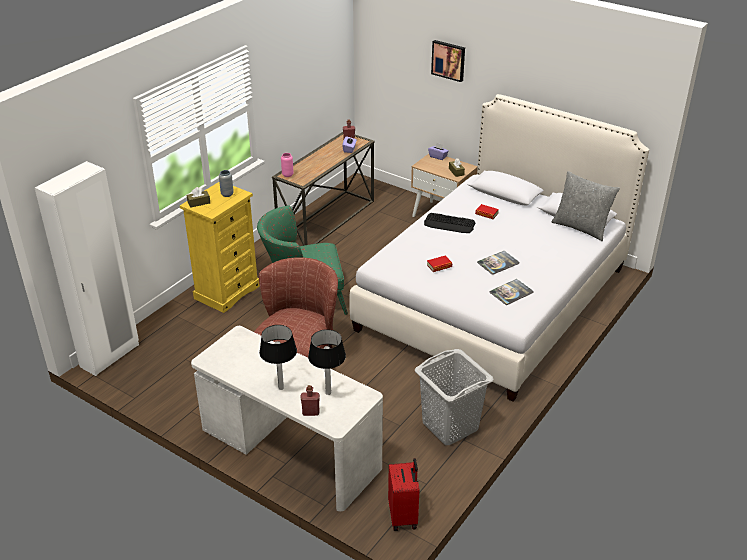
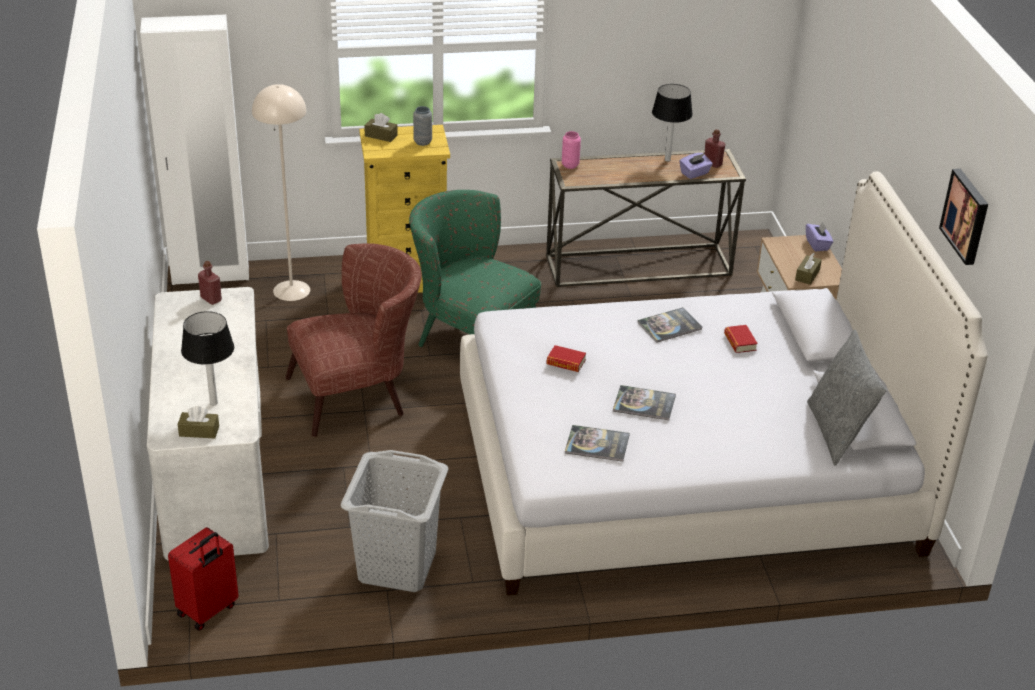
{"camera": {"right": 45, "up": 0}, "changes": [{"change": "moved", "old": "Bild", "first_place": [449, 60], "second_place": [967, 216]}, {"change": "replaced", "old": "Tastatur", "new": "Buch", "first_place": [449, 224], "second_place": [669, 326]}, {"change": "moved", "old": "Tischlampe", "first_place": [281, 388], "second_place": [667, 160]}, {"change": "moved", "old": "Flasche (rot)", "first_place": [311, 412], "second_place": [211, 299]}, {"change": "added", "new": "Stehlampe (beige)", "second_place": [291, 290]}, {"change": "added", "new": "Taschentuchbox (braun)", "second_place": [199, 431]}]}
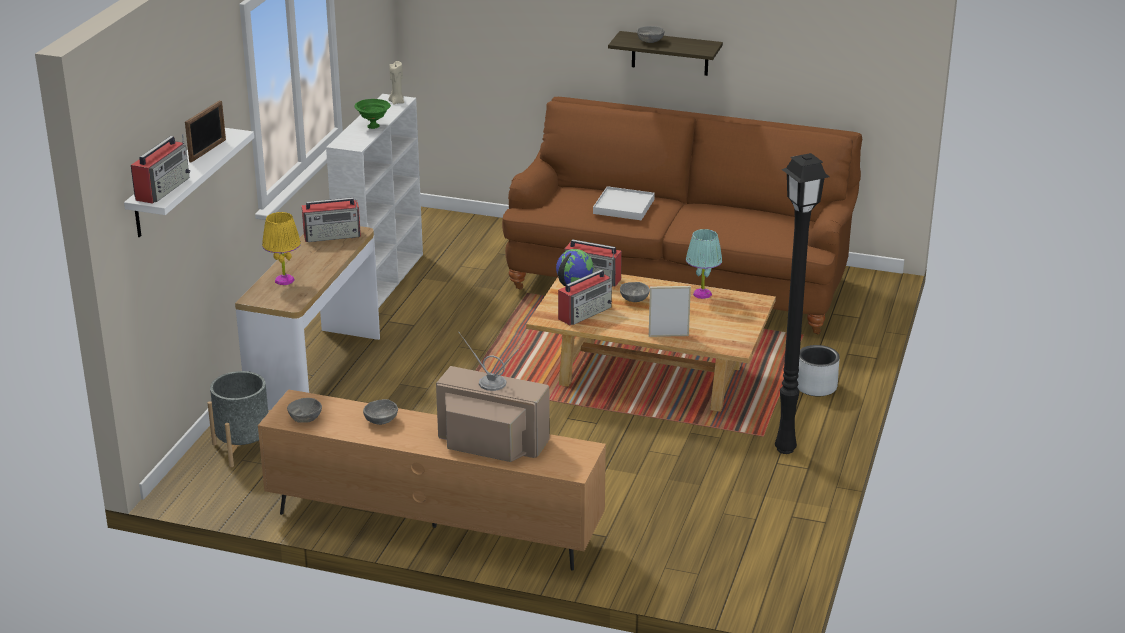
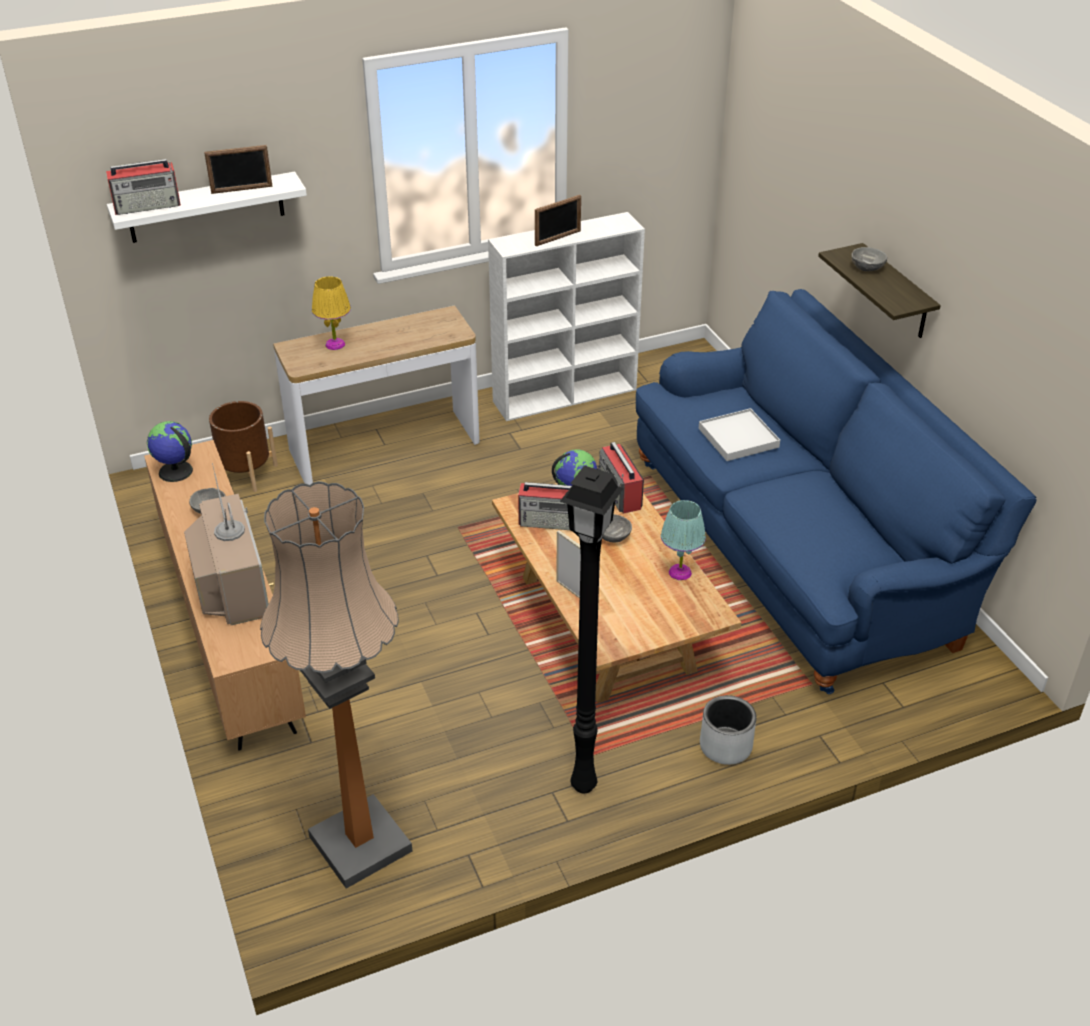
{"camera": {"right": 50, "up": 10}, "changes": [{"change": "removed", "old": "Kerze (beige)", "first_place": [397, 102]}, {"change": "recoloured", "old": "Sofa (braun)", "new": "Sofa (blau)", "first_place": [680, 281], "second_place": [797, 550]}, {"change": "replaced", "old": "Schüssel (grün)", "new": "Bilderrahmen", "first_place": [373, 126], "second_place": [558, 238]}, {"change": "removed", "old": "Radio", "first_place": [333, 236]}, {"change": "recoloured", "old": "Pflanzkübel (grau)", "new": "Pflanzkübel (braun)", "first_place": [244, 448], "second_place": [246, 473]}, {"change": "replaced", "old": "Schüssel (grau)", "new": "Globus", "first_place": [305, 418], "second_place": [175, 472]}, {"change": "added", "new": "Stehlampe", "second_place": [360, 844]}]}
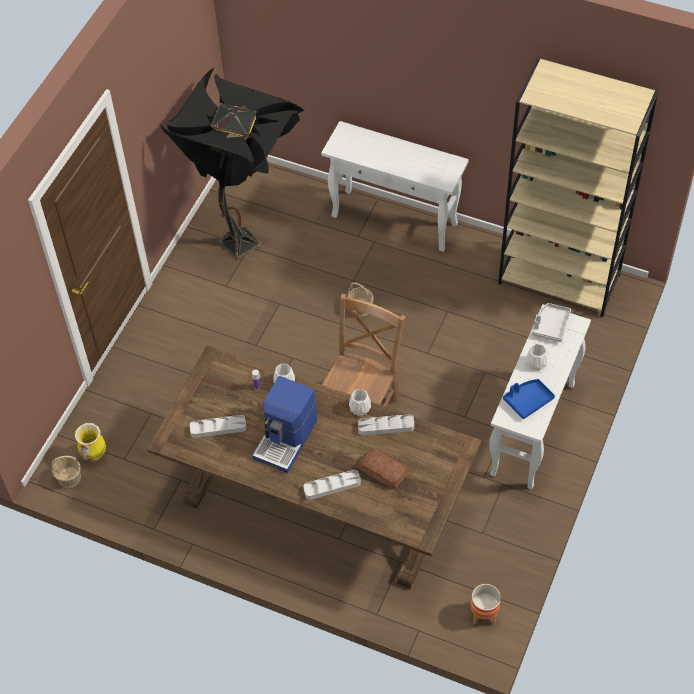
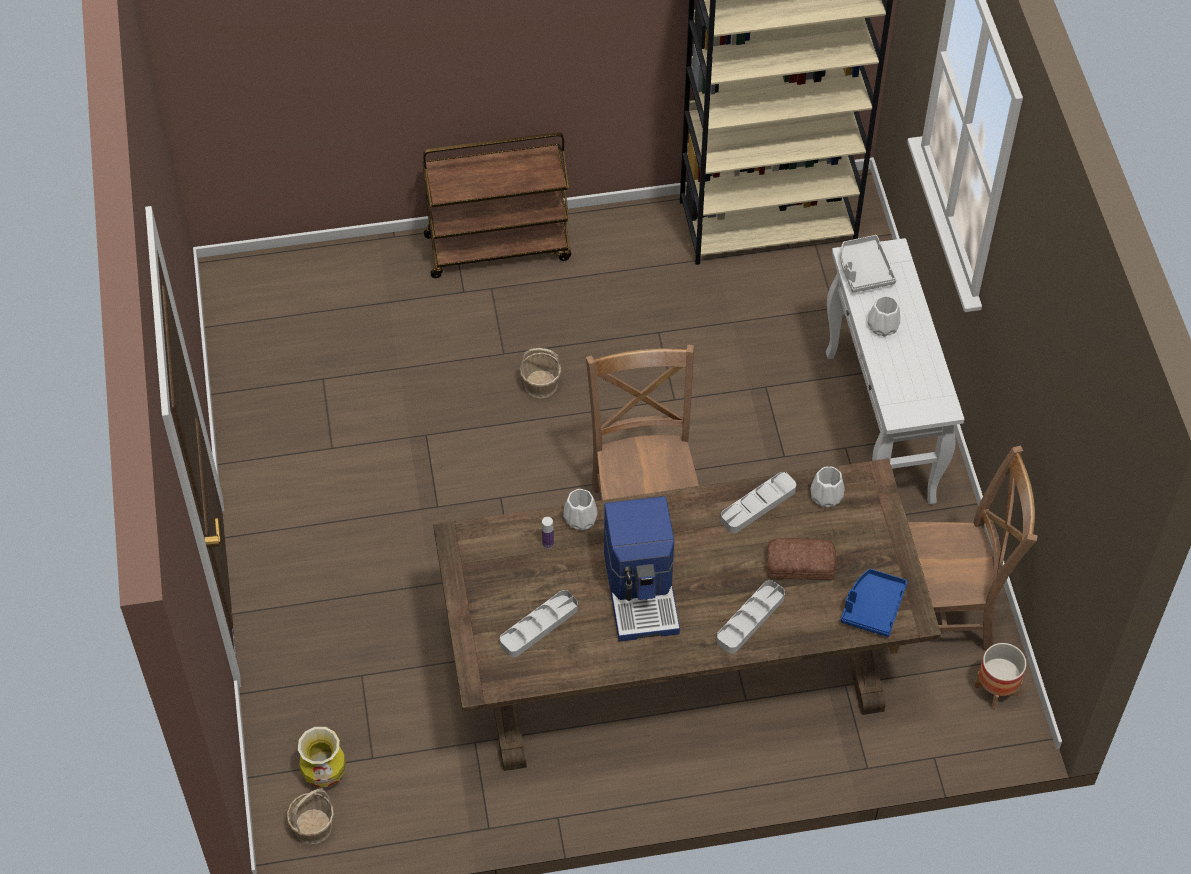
{"camera": {"right": -35, "up": 0}, "changes": [{"change": "removed", "old": "Stehlampe (schwarz)", "first_place": [248, 238]}, {"change": "replaced", "old": "Konsolentisch (weiß)", "new": "Rollwagen (braun)", "first_place": [395, 220], "second_place": [499, 246]}, {"change": "moved", "old": "Tablett (blau)", "first_place": [527, 401], "second_place": [872, 607]}, {"change": "moved", "old": "Vase (weiß)", "first_place": [360, 407], "second_place": [826, 495]}, {"change": "added", "new": "Stuhl (braun)", "second_place": [942, 611]}]}
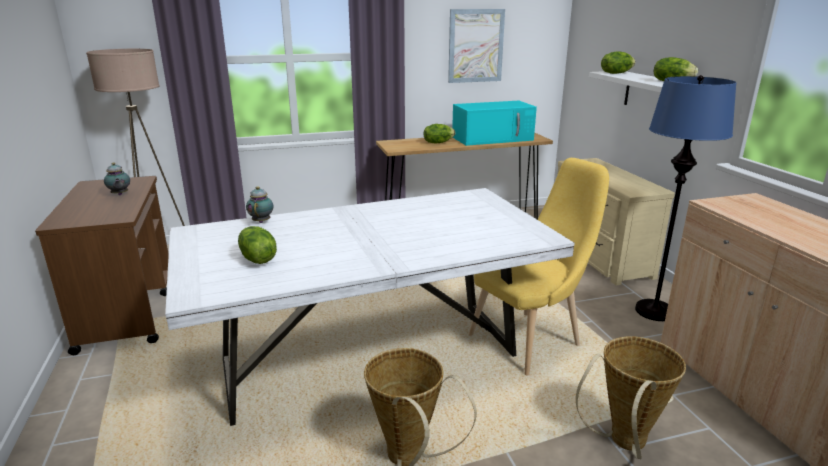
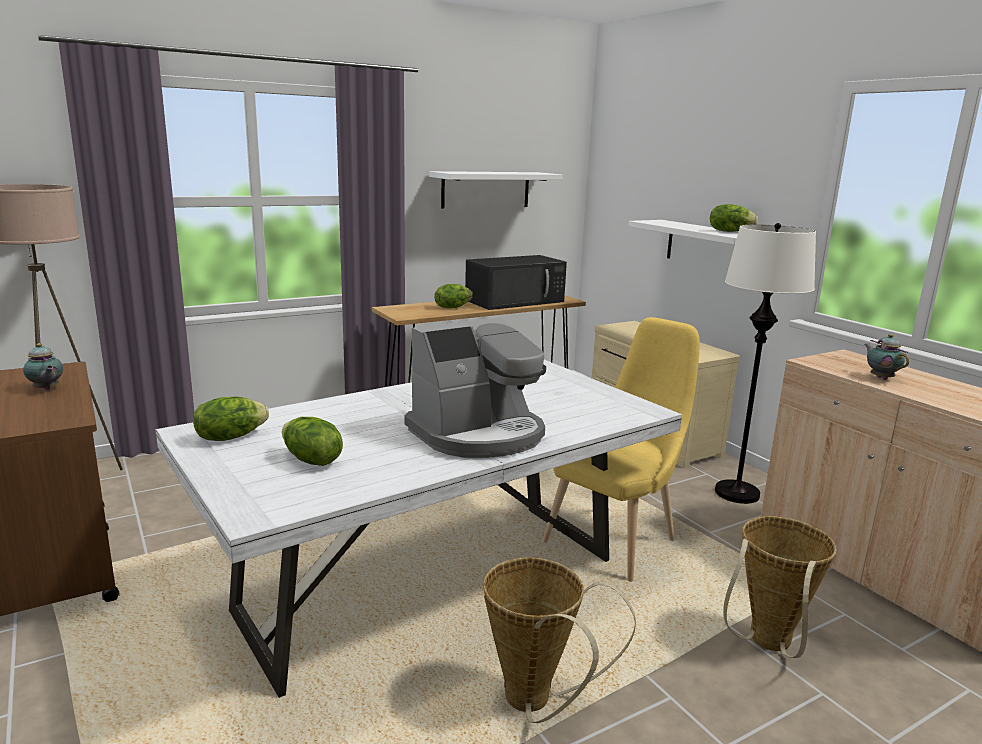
{"camera": {"right": -15, "up": -5}, "changes": [{"change": "replaced", "old": "Bild", "new": "Wandregal (weiß)", "first_place": [475, 46], "second_place": [485, 189]}, {"change": "moved", "old": "Salatkopf", "first_place": [616, 73], "second_place": [230, 437]}, {"change": "recoloured", "old": "Stehlampe (blau)", "new": "Stehlampe (weiß)", "first_place": [655, 311], "second_place": [737, 493]}, {"change": "recoloured", "old": "Mikrowelle (türkis)", "new": "Mikrowelle (schwarz)", "first_place": [493, 138], "second_place": [515, 301]}, {"change": "moved", "old": "Teekanne", "first_place": [262, 221], "second_place": [880, 378]}, {"change": "added", "new": "Kaffeemaschine", "second_place": [478, 434]}]}
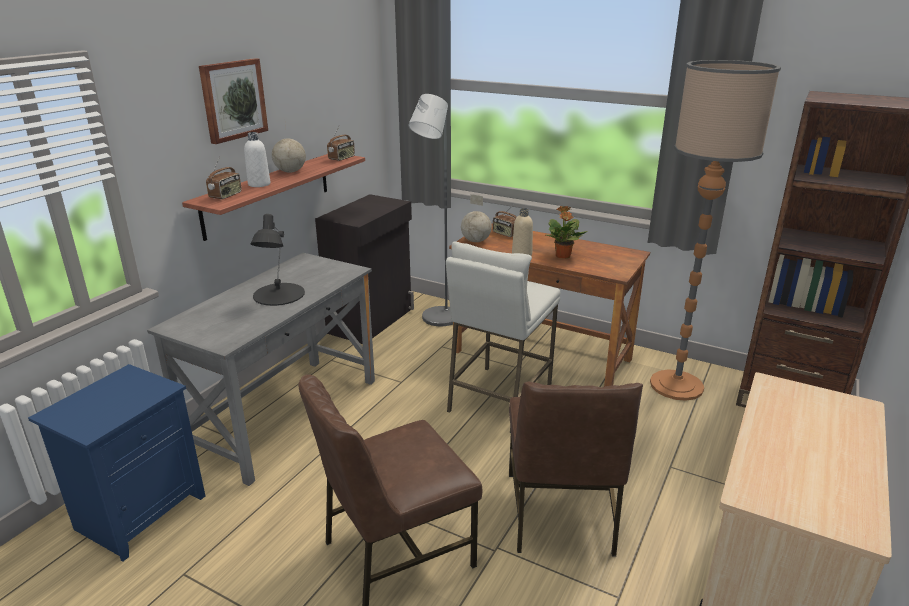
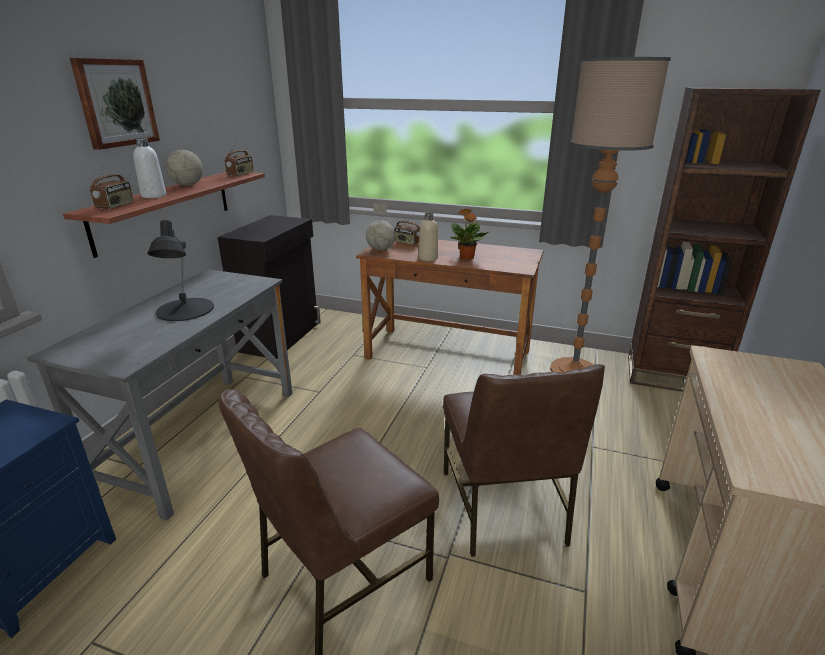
{"camera": {"right": -10, "up": 0}, "changes": [{"change": "removed", "old": "Stehlampe (grau)", "first_place": [437, 320]}, {"change": "removed", "old": "Hocker (weiß)", "first_place": [499, 399]}]}
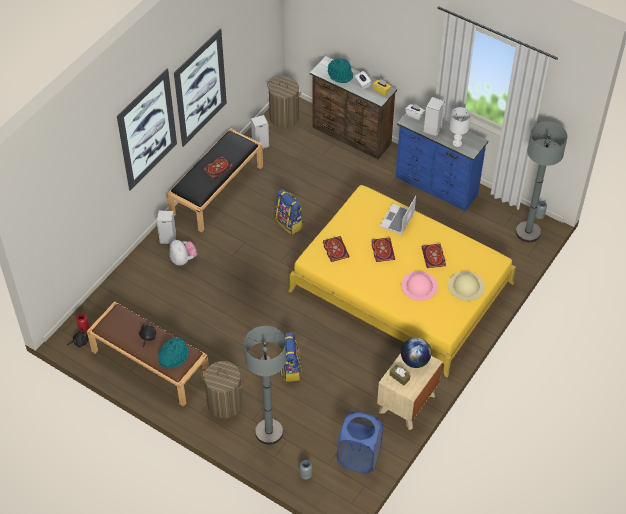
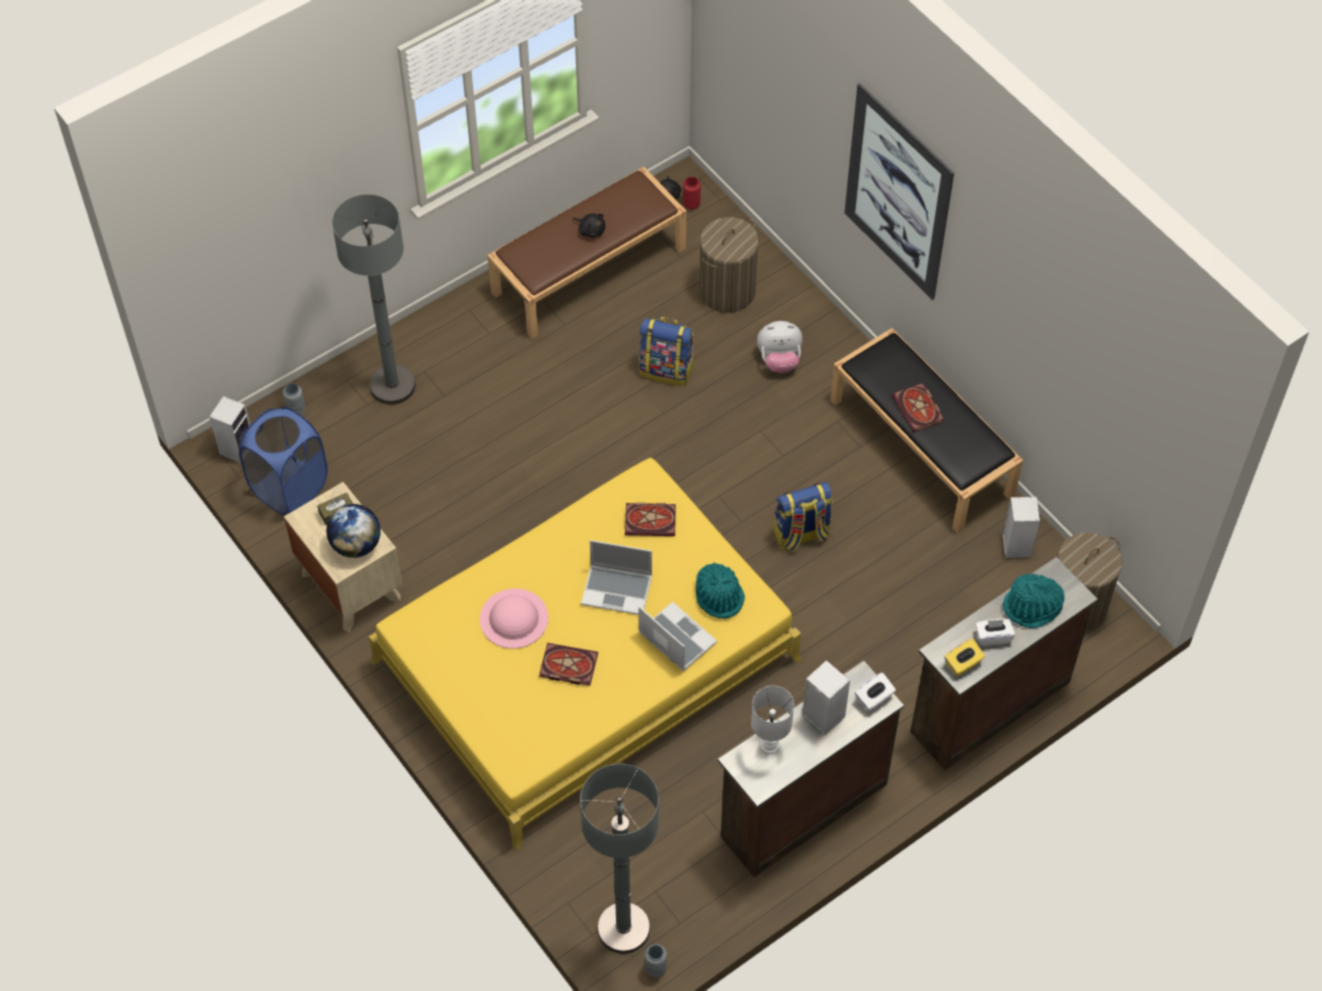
{"camera": {"right": 110, "up": 5}, "changes": [{"change": "removed", "old": "Bild", "first_place": [200, 88]}, {"change": "recoloured", "old": "Kommode (blau)", "new": "Kommode (braun)", "first_place": [436, 187], "second_place": [801, 809]}, {"change": "moved", "old": "Lautsprecher", "first_place": [167, 239], "second_place": [237, 447]}, {"change": "replaced", "old": "Buch", "new": "Laptop", "first_place": [382, 250], "second_place": [618, 590]}, {"change": "removed", "old": "Hut (beige)", "first_place": [466, 286]}, {"change": "moved", "old": "Rucksack", "first_place": [290, 368], "second_place": [667, 369]}, {"change": "moved", "old": "Hut (türkis)", "first_place": [173, 356], "second_place": [719, 596]}, {"change": "moved", "old": "Wäschekorb", "first_place": [224, 403], "second_place": [727, 291]}]}
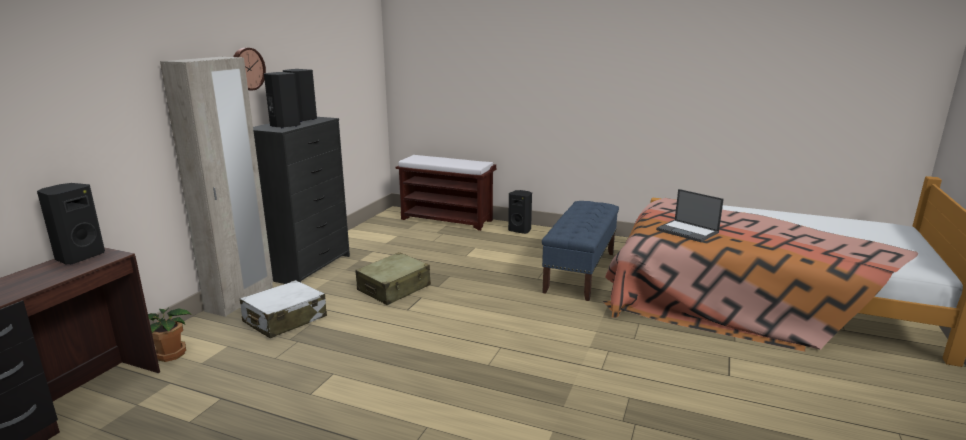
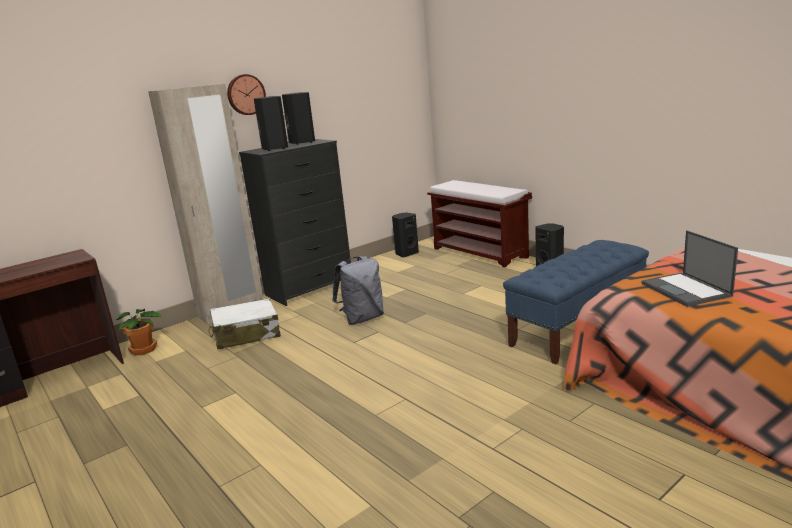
{"camera": {"right": 30, "up": 0}, "changes": [{"change": "moved", "old": "Lautsprecher (schwarz)", "first_place": [79, 257], "second_place": [406, 254]}, {"change": "replaced", "old": "Koffer (beige)", "new": "Rucksack (grau)", "first_place": [394, 288], "second_place": [362, 318]}]}
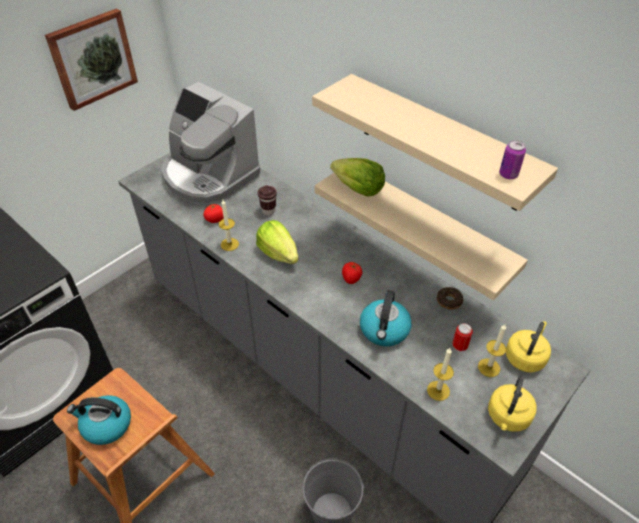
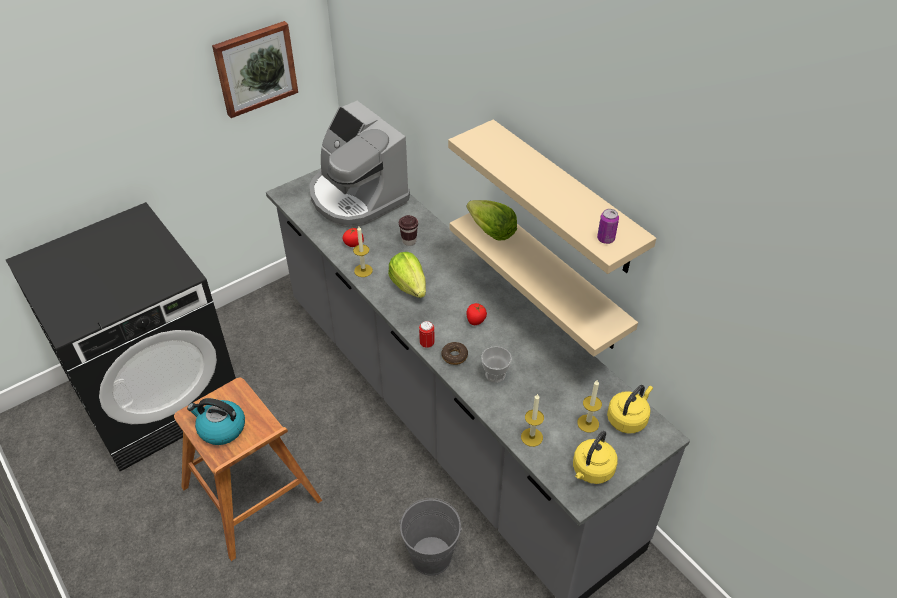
{"camera": {"right": 10, "up": 0}, "changes": [{"change": "moved", "old": "Donut", "first_place": [449, 301], "second_place": [454, 356]}, {"change": "replaced", "old": "Wasserkessel", "new": "Tasse", "first_place": [384, 330], "second_place": [495, 374]}, {"change": "moved", "old": "Dose", "first_place": [459, 346], "second_place": [427, 344]}]}
